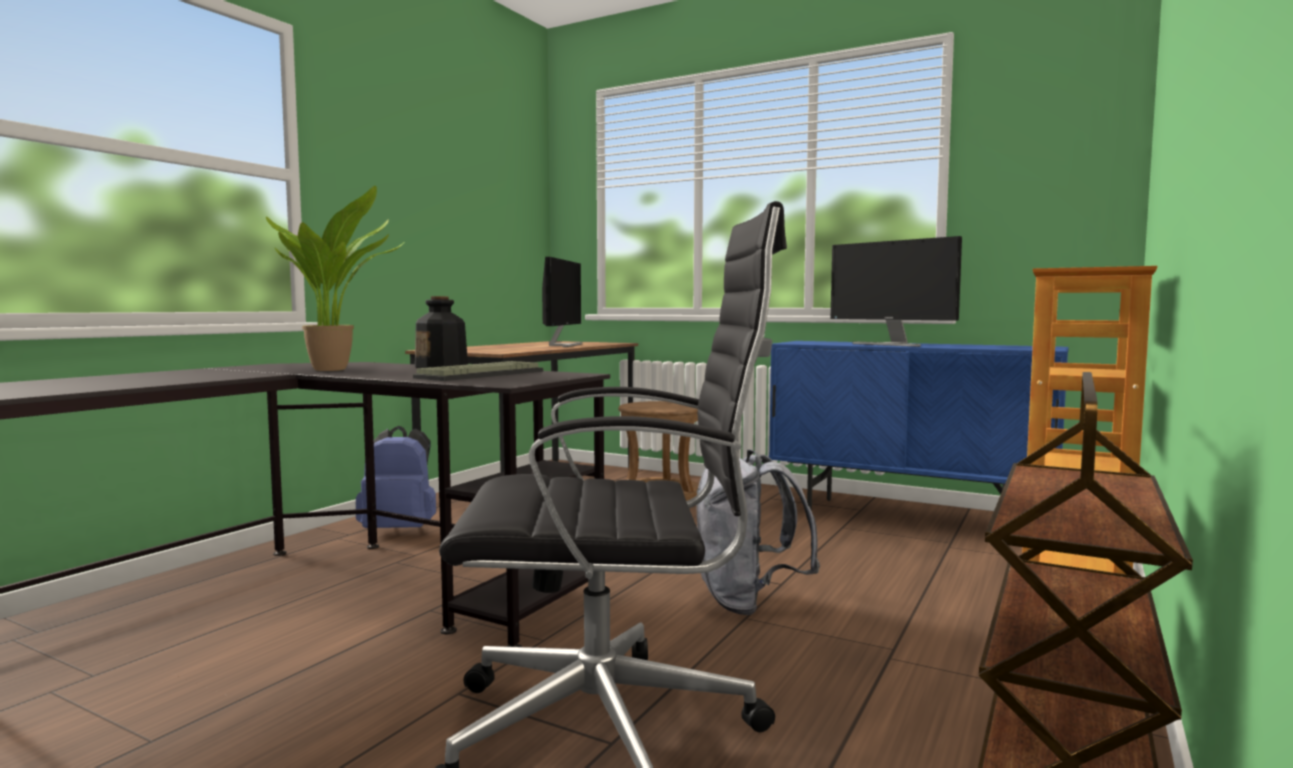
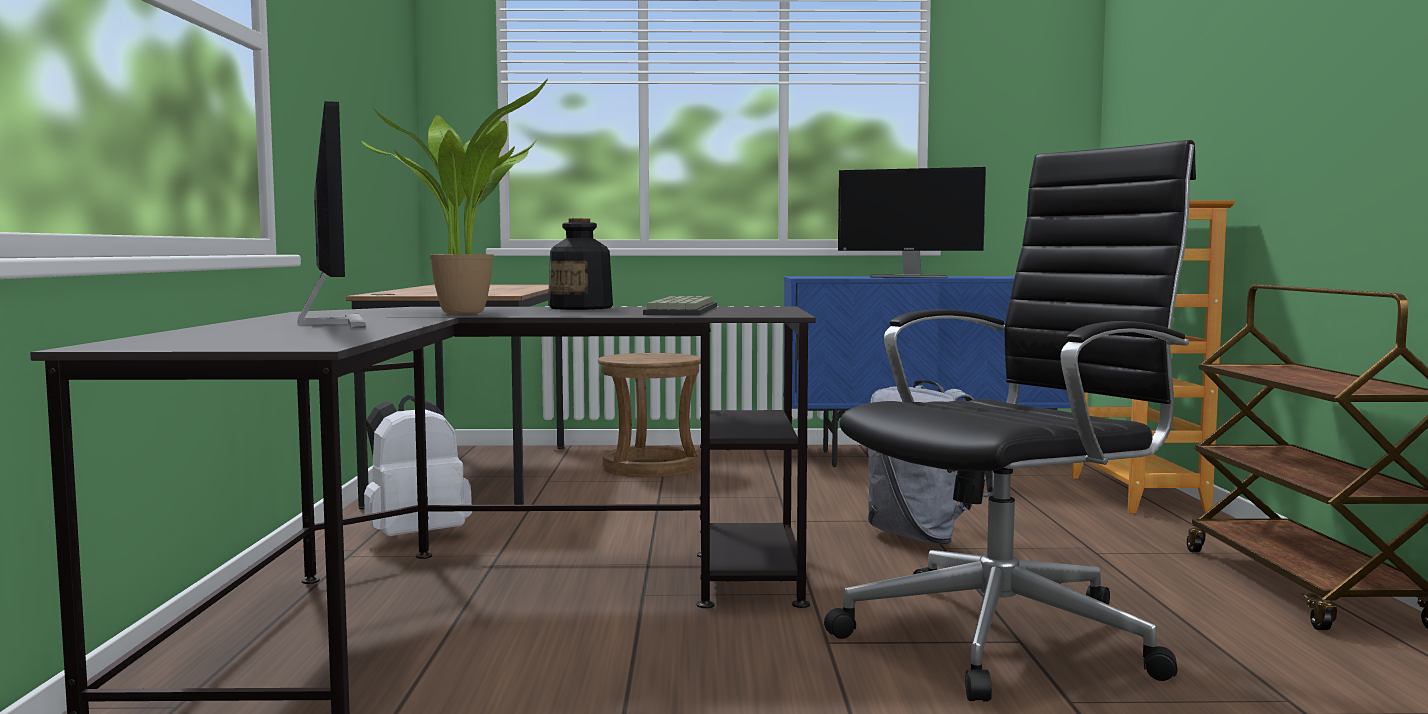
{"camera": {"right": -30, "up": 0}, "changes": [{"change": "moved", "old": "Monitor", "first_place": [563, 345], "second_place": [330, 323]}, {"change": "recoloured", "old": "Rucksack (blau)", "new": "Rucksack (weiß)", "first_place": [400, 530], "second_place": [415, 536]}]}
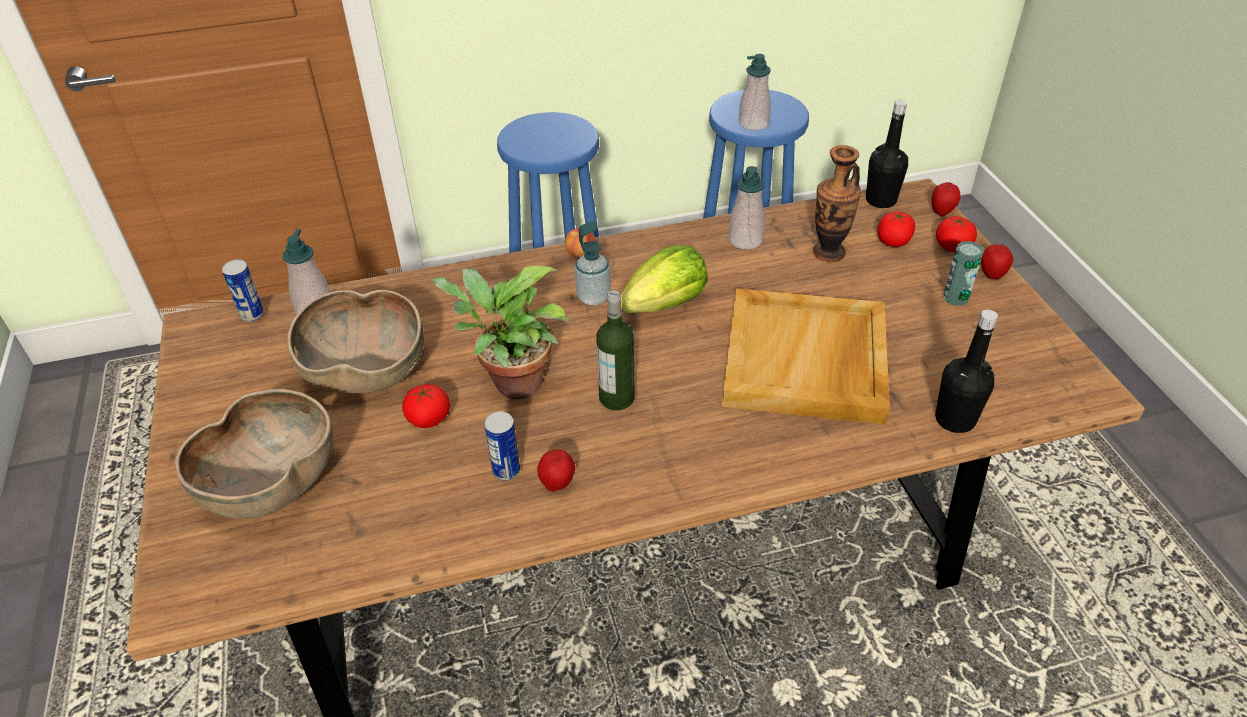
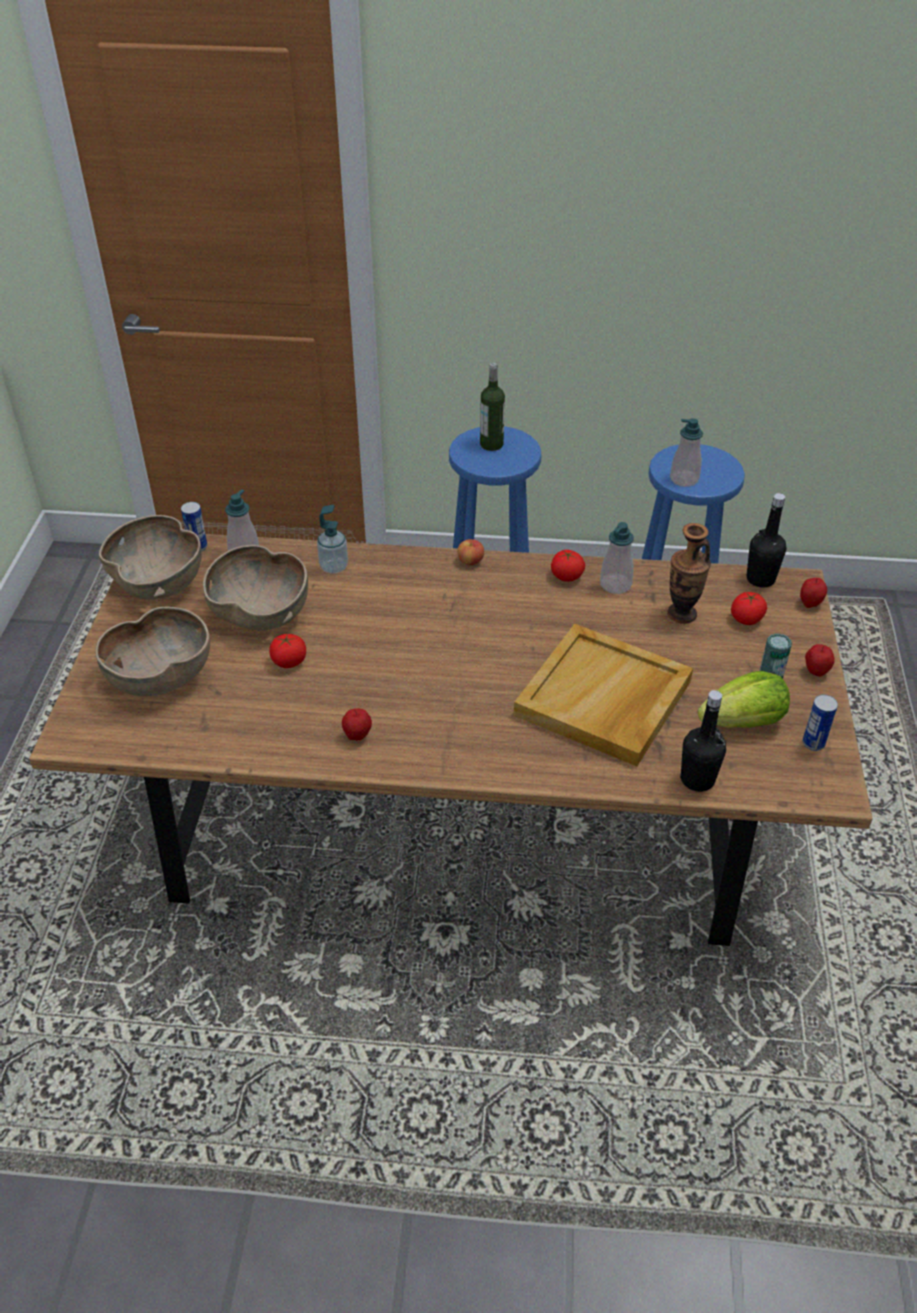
{"camera": {"right": 20, "up": 0}, "changes": [{"change": "moved", "old": "Tomate", "first_place": [952, 247], "second_place": [566, 576]}, {"change": "moved", "old": "Seifenspender", "first_place": [593, 297], "second_place": [334, 567]}, {"change": "moved", "old": "Salatkopf", "first_place": [666, 304], "second_place": [743, 722]}, {"change": "removed", "old": "Topfpflanze", "first_place": [511, 384]}, {"change": "moved", "old": "Flasche", "first_place": [616, 398], "second_place": [491, 444]}, {"change": "moved", "old": "Dose", "first_place": [506, 471], "second_place": [813, 743]}, {"change": "added", "new": "Schüssel (braun)", "second_place": [159, 582]}]}
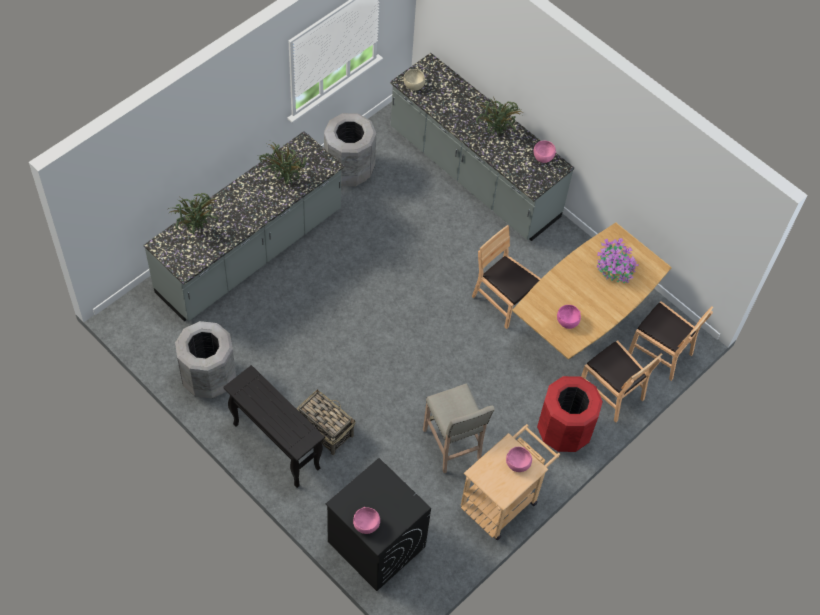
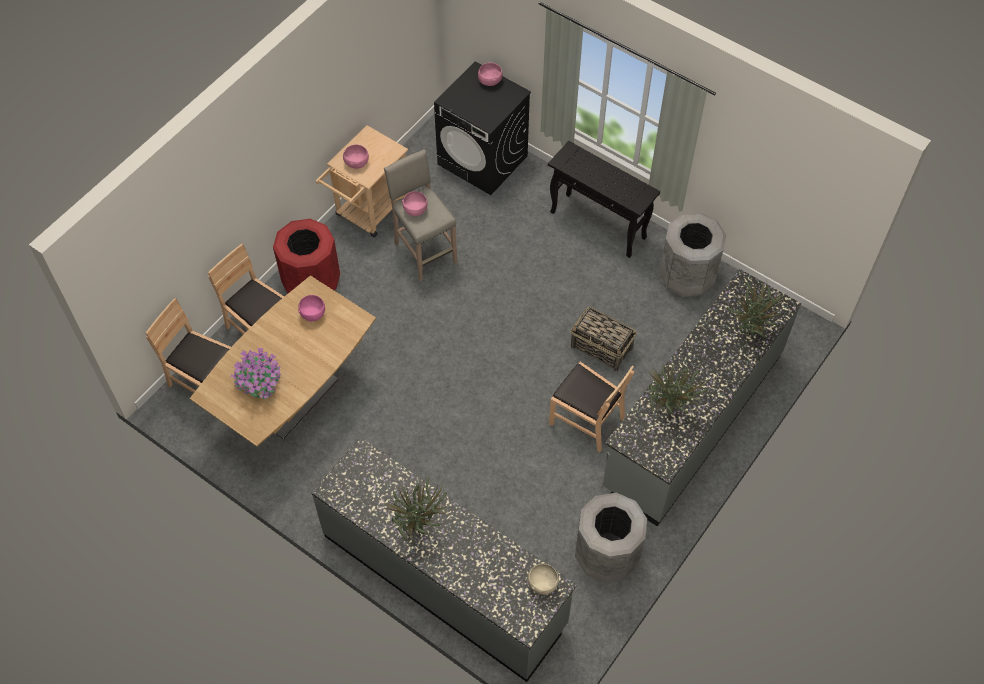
{"camera": {"right": 175, "up": 0}, "changes": [{"change": "moved", "old": "Schüssel (rosa)", "first_place": [543, 157], "second_place": [415, 209]}, {"change": "moved", "old": "Stuhl (braun)", "first_place": [503, 300], "second_place": [587, 420]}, {"change": "moved", "old": "Korb", "first_place": [324, 429], "second_place": [602, 348]}]}
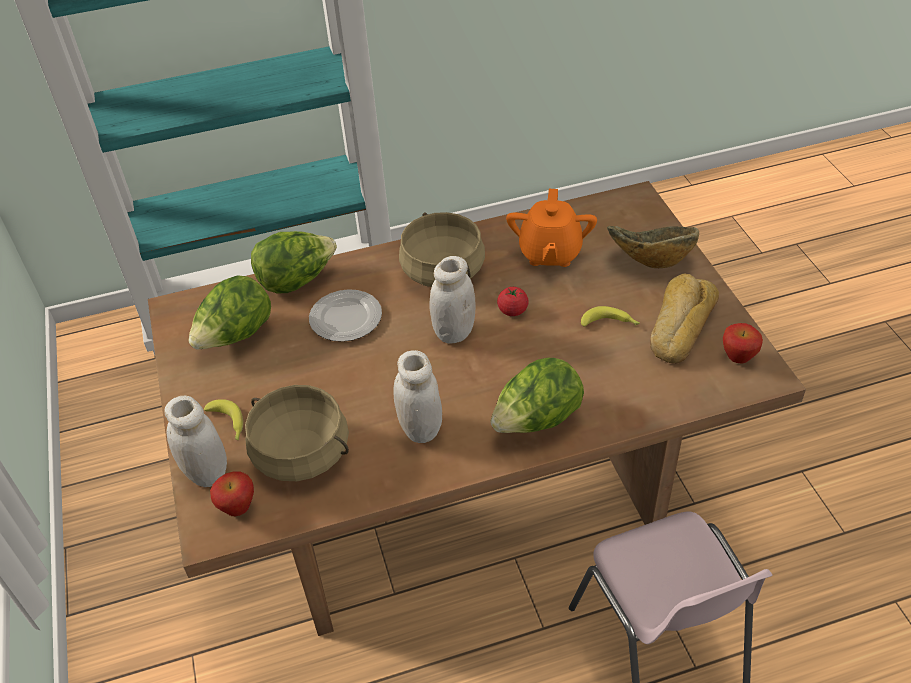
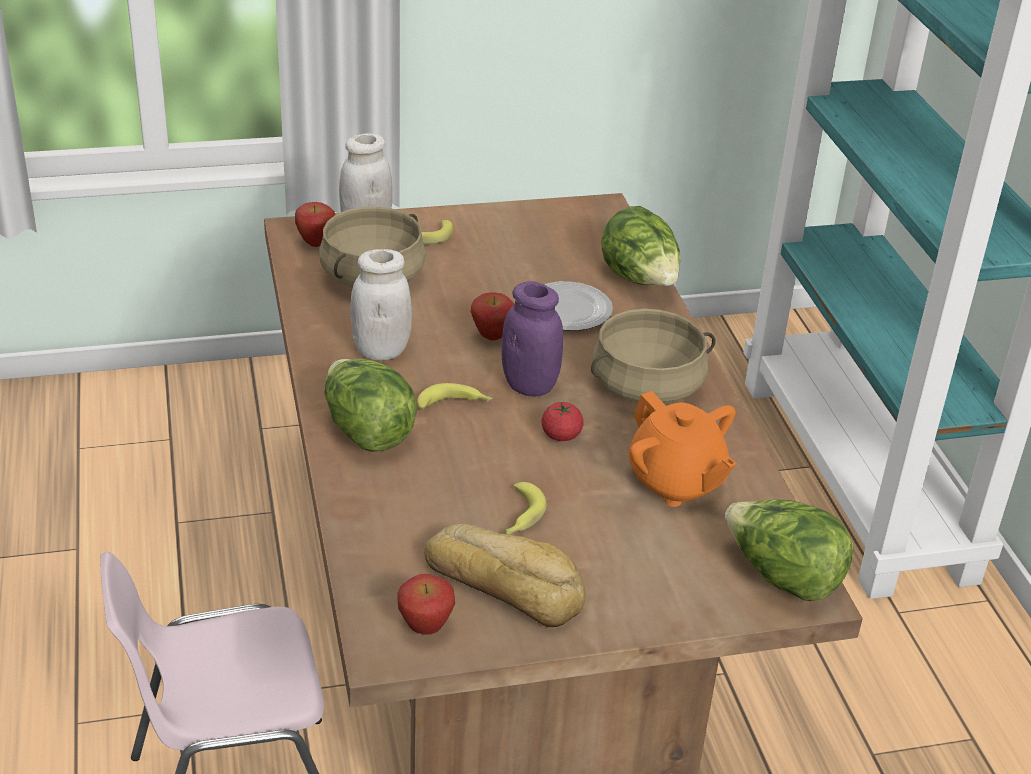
{"camera": {"right": 90, "up": -10}, "changes": [{"change": "turned", "old": "Teekanne (orange)", "first_place": [550, 253], "second_place": [676, 482], "degrees": -135}, {"change": "removed", "old": "Schüssel", "first_place": [650, 261]}, {"change": "recoloured", "old": "Vorratsglas (weiß)", "new": "Vorratsglas (lila)", "first_place": [454, 332], "second_place": [530, 385]}, {"change": "moved", "old": "Salatkopf", "first_place": [236, 336], "second_place": [782, 577]}, {"change": "added", "new": "Apfel", "second_place": [492, 337]}, {"change": "added", "new": "Banane", "second_place": [454, 404]}]}
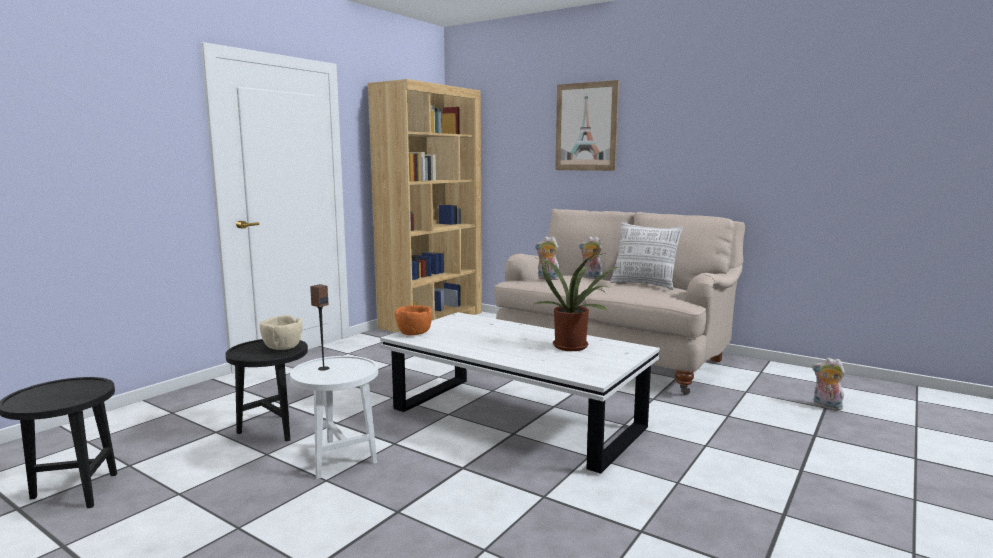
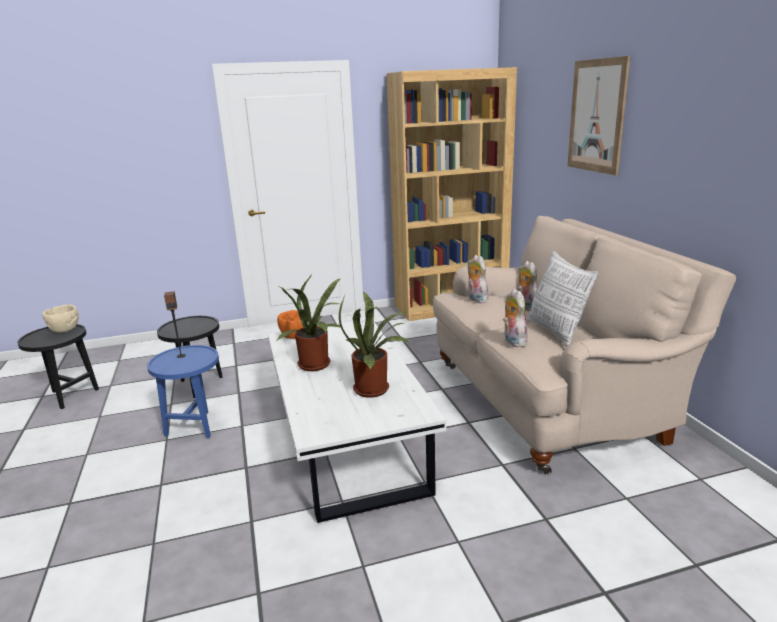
{"camera": {"right": 40, "up": 10}, "changes": [{"change": "moved", "old": "Schüssel (beige)", "first_place": [282, 347], "second_place": [63, 329]}, {"change": "recoloured", "old": "Beistelltisch (weiß)", "new": "Beistelltisch (blau)", "first_place": [339, 459], "second_place": [195, 425]}, {"change": "moved", "old": "Plüschtier", "first_place": [826, 407], "second_place": [513, 341]}, {"change": "added", "new": "Topfpflanze", "second_place": [316, 366]}]}
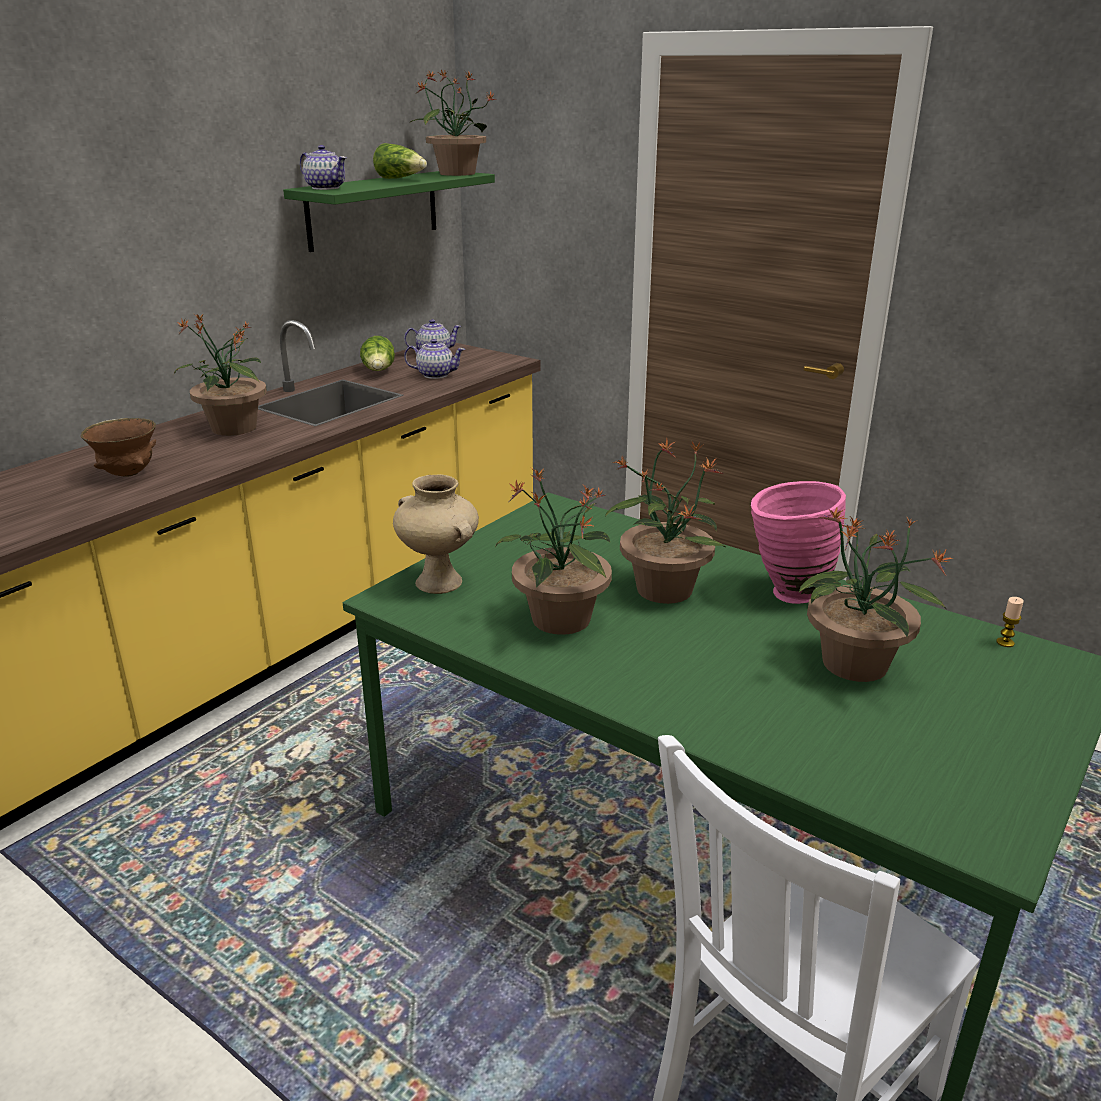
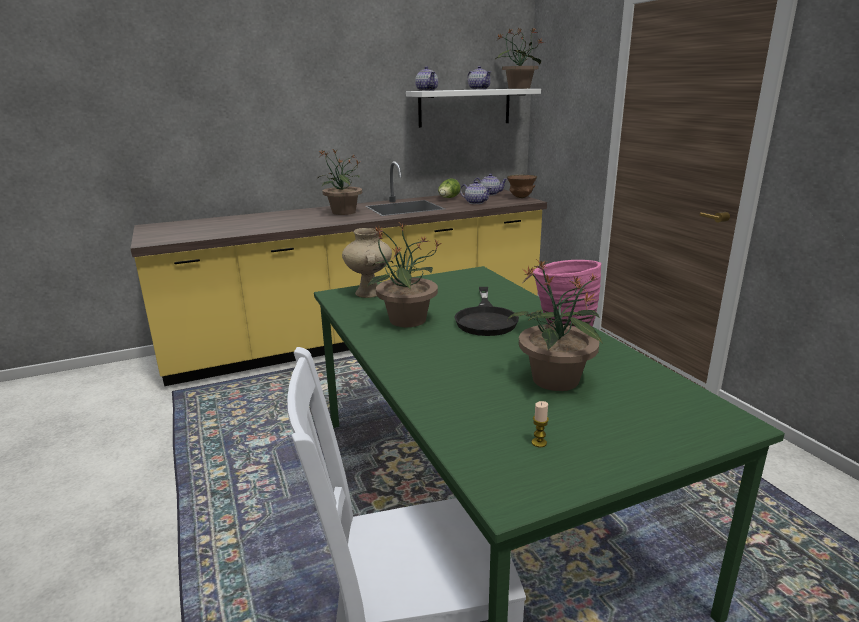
{"camera": {"right": 30, "up": -5}, "changes": [{"change": "replaced", "old": "Salatkopf", "new": "Teekanne", "first_place": [400, 179], "second_place": [479, 89]}, {"change": "recoloured", "old": "Wandregal (grün)", "new": "Wandregal (weiß)", "first_place": [373, 209], "second_place": [464, 107]}, {"change": "moved", "old": "Schüssel (braun)", "first_place": [128, 474], "second_place": [521, 197]}, {"change": "replaced", "old": "Topfpflanze", "new": "Pfanne (schwarz)", "first_place": [664, 588], "second_place": [486, 319]}, {"change": "moved", "old": "Kerze", "first_place": [1005, 642], "second_place": [539, 443]}]}
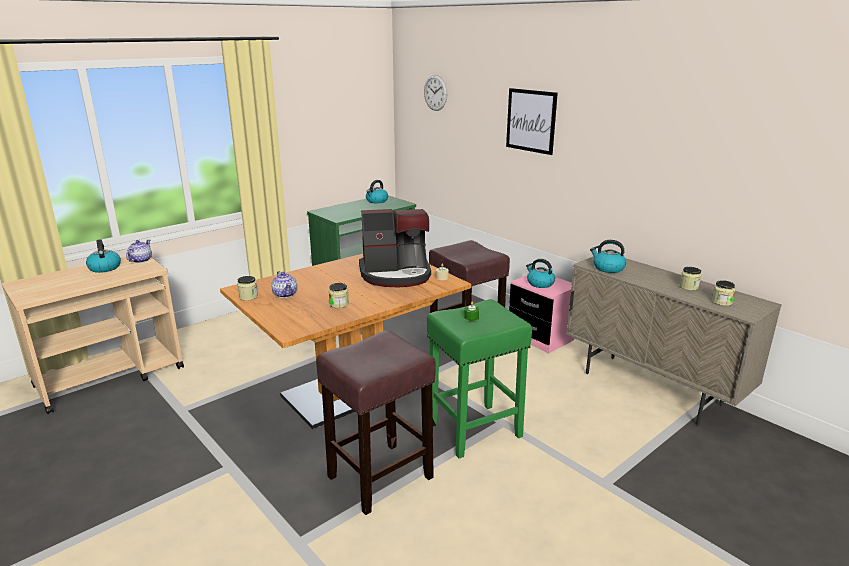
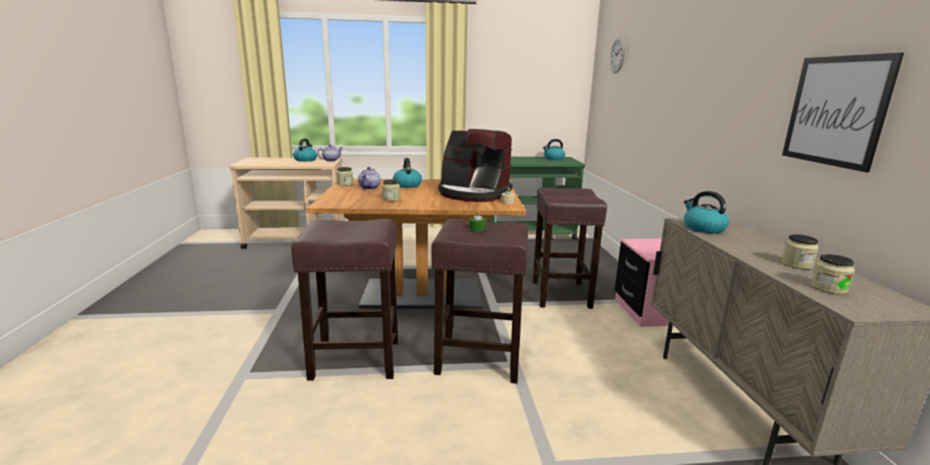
{"camera": {"right": 35, "up": -5}, "changes": [{"change": "moved", "old": "Bild", "first_place": [531, 121], "second_place": [836, 111]}, {"change": "moved", "old": "Wasserkessel", "first_place": [539, 283], "second_place": [407, 185]}, {"change": "recoloured", "old": "Hocker (grün)", "new": "Hocker (braun)", "first_place": [473, 431], "second_place": [477, 359]}]}
